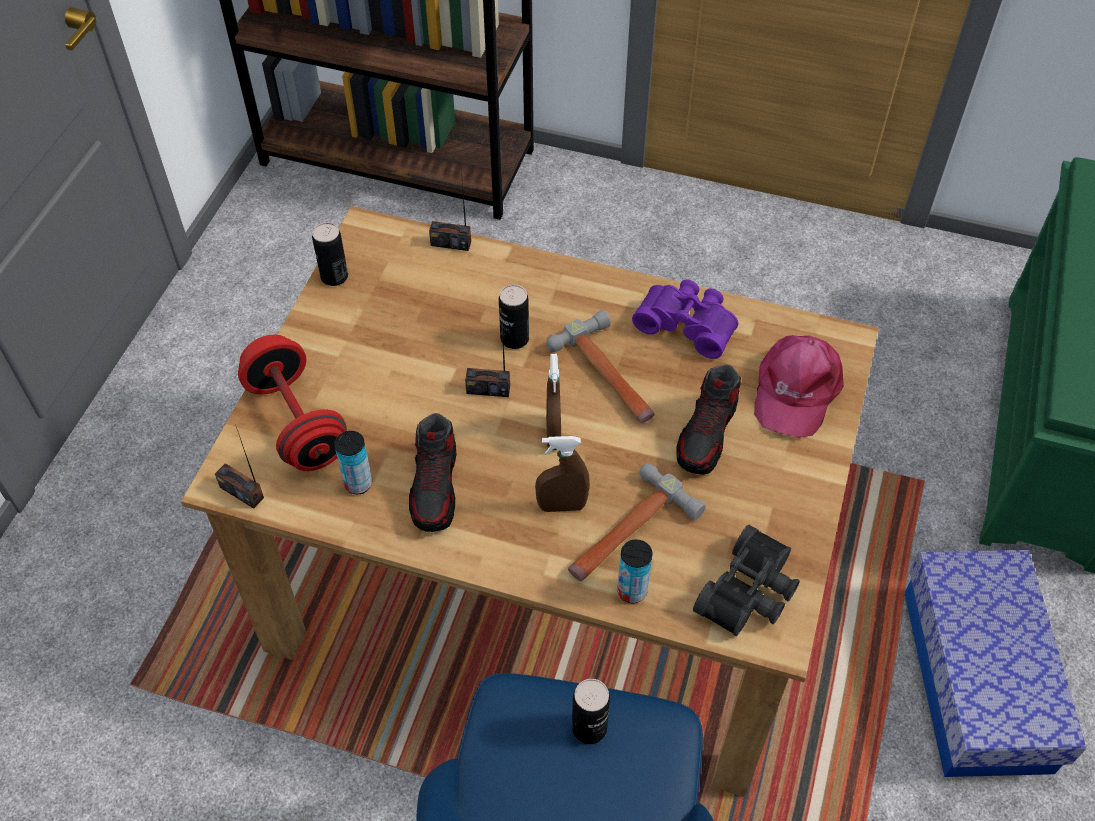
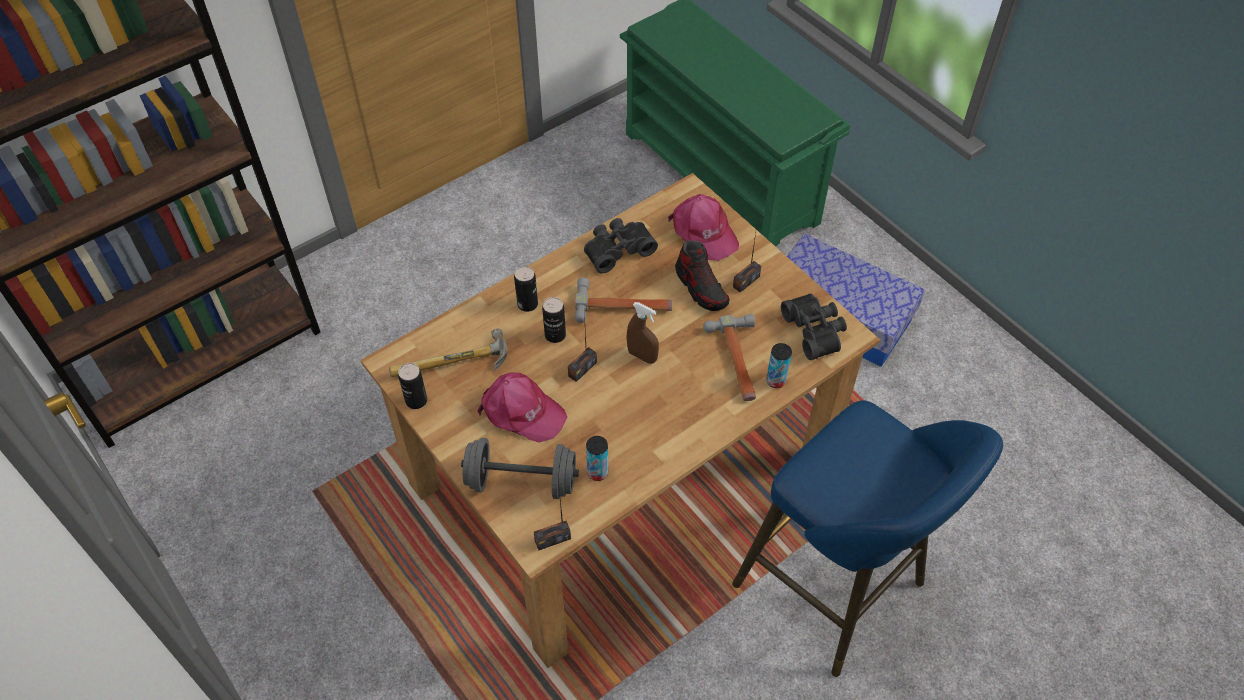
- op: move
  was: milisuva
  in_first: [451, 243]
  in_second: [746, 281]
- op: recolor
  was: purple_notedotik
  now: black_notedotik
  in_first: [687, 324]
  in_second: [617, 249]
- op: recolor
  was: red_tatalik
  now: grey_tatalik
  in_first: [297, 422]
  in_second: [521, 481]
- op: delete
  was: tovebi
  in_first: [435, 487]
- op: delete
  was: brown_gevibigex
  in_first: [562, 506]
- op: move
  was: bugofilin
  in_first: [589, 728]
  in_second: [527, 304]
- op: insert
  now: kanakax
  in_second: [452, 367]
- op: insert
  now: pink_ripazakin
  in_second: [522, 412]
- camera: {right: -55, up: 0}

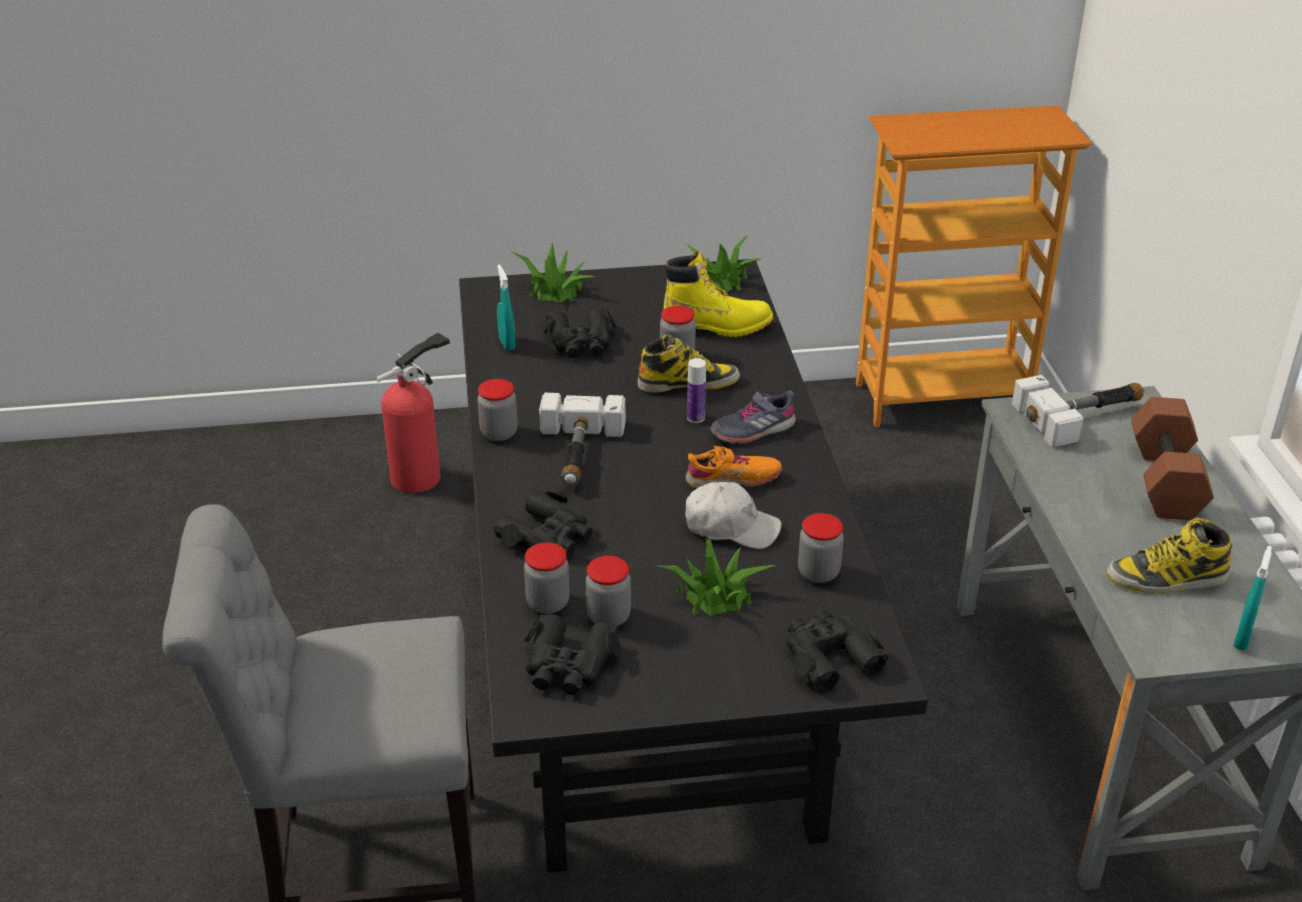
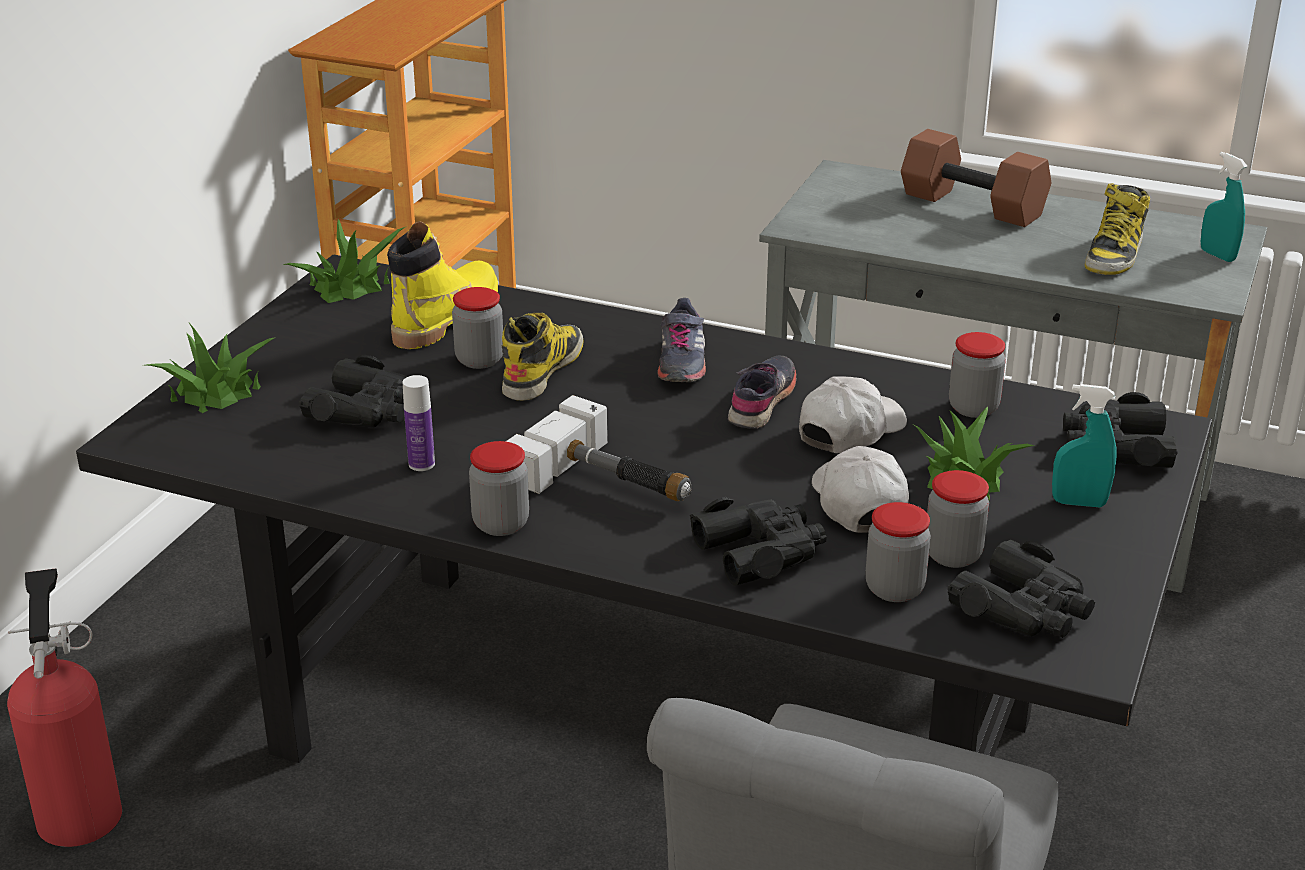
- op: move
  was: turquoise_gevibigex
  in_first: [507, 343]
  in_second: [1079, 503]
- op: move
  was: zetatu
  in_first: [695, 418]
  in_second: [421, 464]
- op: delete
  was: kanakax
  in_first: [1083, 415]
- op: recolor
  was: orange_tovebi
  now: grey_tovebi
  in_first: [733, 479]
  in_second: [762, 402]
- op: insert
  now: white_ripazakin
  in_second: [858, 503]
- camera: {right: -60, up: -5}

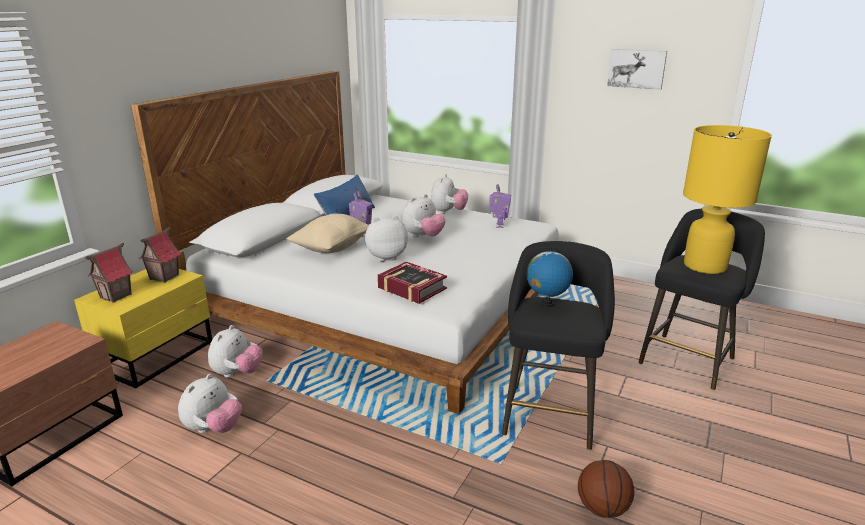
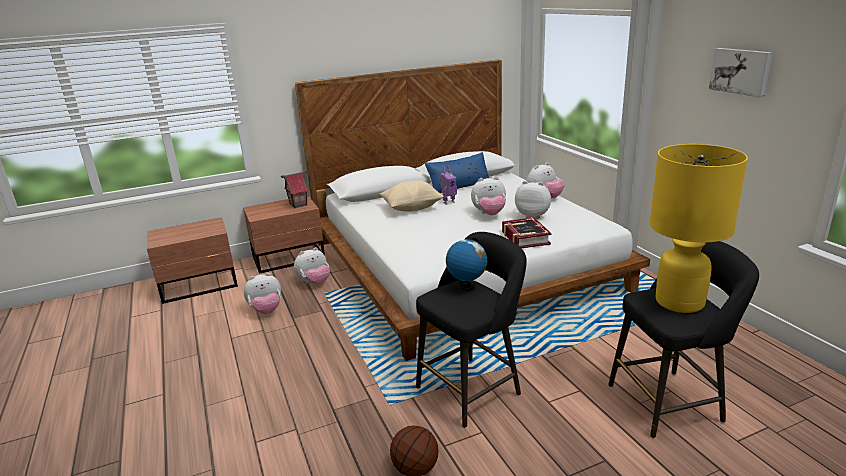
- op: delete
  was: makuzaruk
  in_first: [499, 226]
- op: move
  was: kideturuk
  in_first: [386, 257]
  in_second: [533, 215]
- op: delete
  was: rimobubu
  in_first: [116, 296]
- op: move
  was: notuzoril
  in_first: [411, 288]
  in_second: [525, 238]
- op: recolor
  was: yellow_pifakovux
  now: brown_pifakovux
  in_first: [158, 355]
  in_second: [290, 258]
- camera: {right: 40, up: 0}

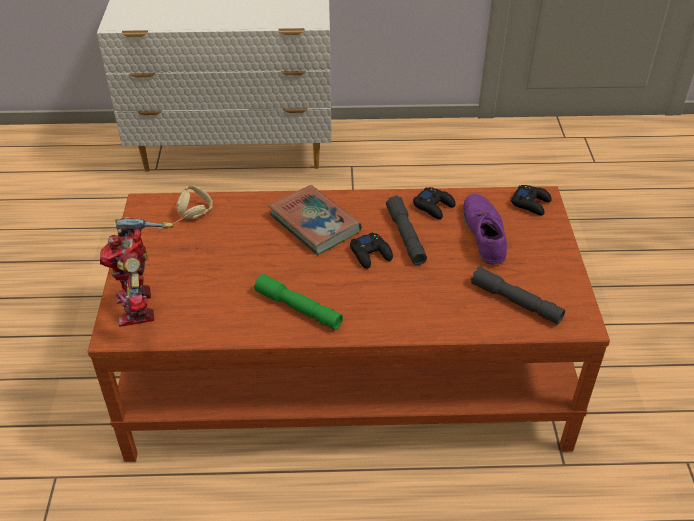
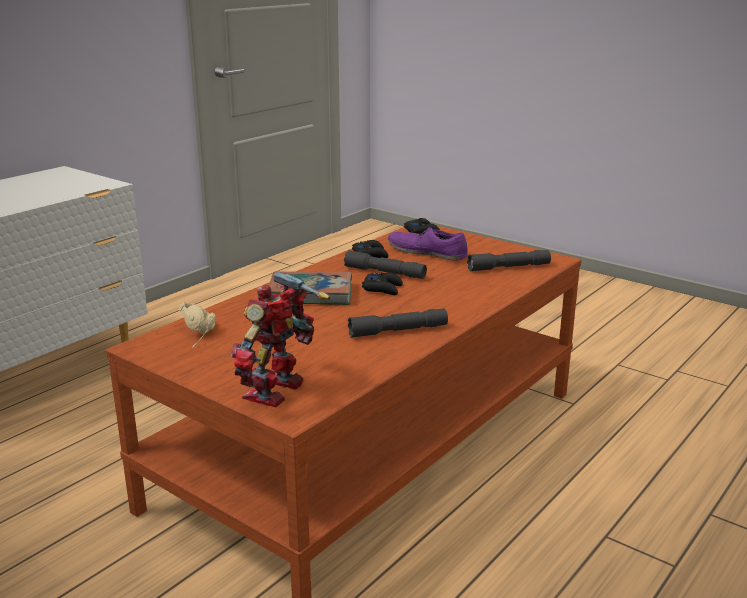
- op: rotate
  was: makuzaruk
  in_first: [140, 306]
  in_second: [278, 391]
  clockwise: 90
- op: recolor
  was: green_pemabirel
  now: grey_pemabirel
  in_first: [298, 308]
  in_second: [398, 331]
- camera: {right: -50, up: -20}

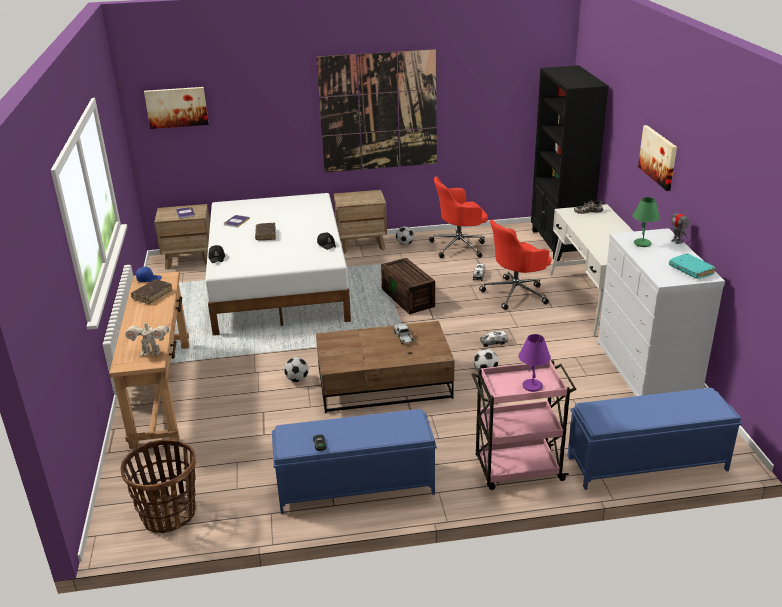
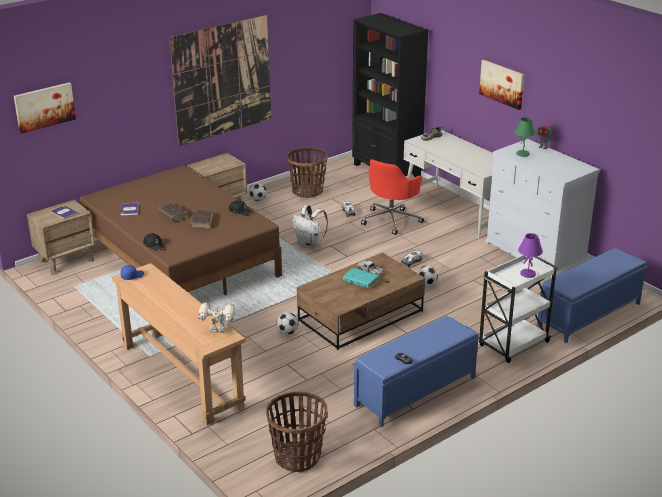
- op: replace
  was: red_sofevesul
  now: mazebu
  in_first: [459, 246]
  in_second: [307, 191]
- op: recolor
  was: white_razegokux
  now: brown_razegokux
  in_first: [279, 283]
  in_second: [181, 260]
- op: move
  was: turquoise_notuzoril
  in_first: [691, 270]
  in_second: [360, 281]
- op: replace
  was: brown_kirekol
  now: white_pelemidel
  in_first: [409, 298]
  in_second: [310, 244]
- op: move
  was: brown_notuzoril
  in_first: [152, 295]
  in_second: [201, 222]
- op: rotate
  was: makuzaruk
  in_first: [151, 352]
  in_second: [218, 331]
  clockwise: -150
- op: recolor
  was: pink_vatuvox
  now: white_vatuvox
  in_first: [517, 469]
  in_second: [513, 344]
- camera: {right: -30, up: 0}

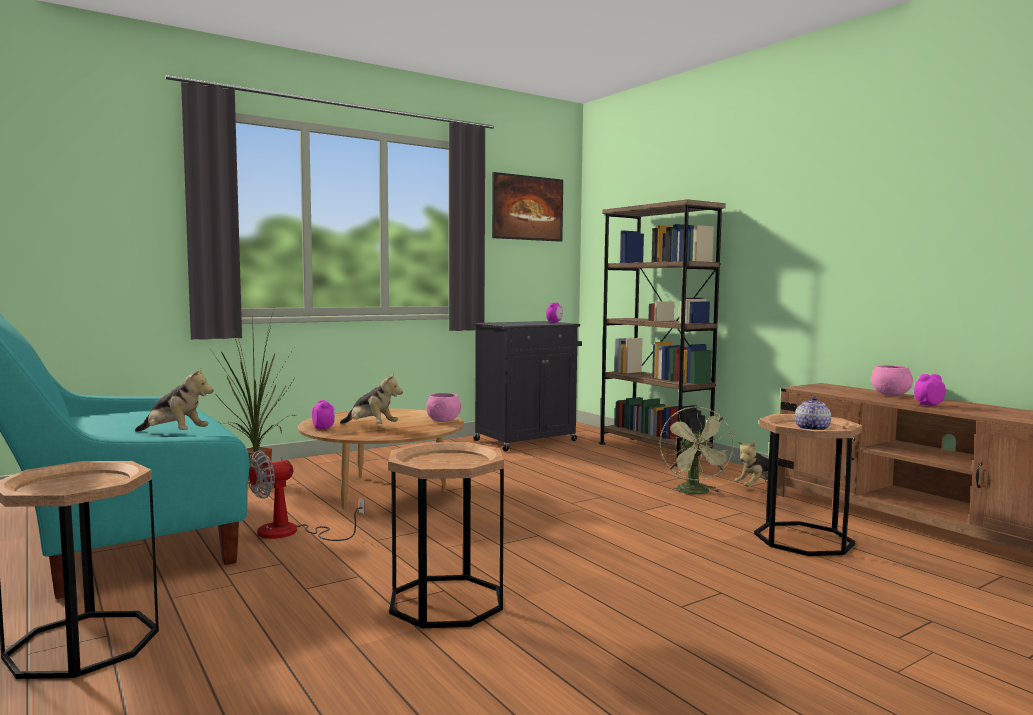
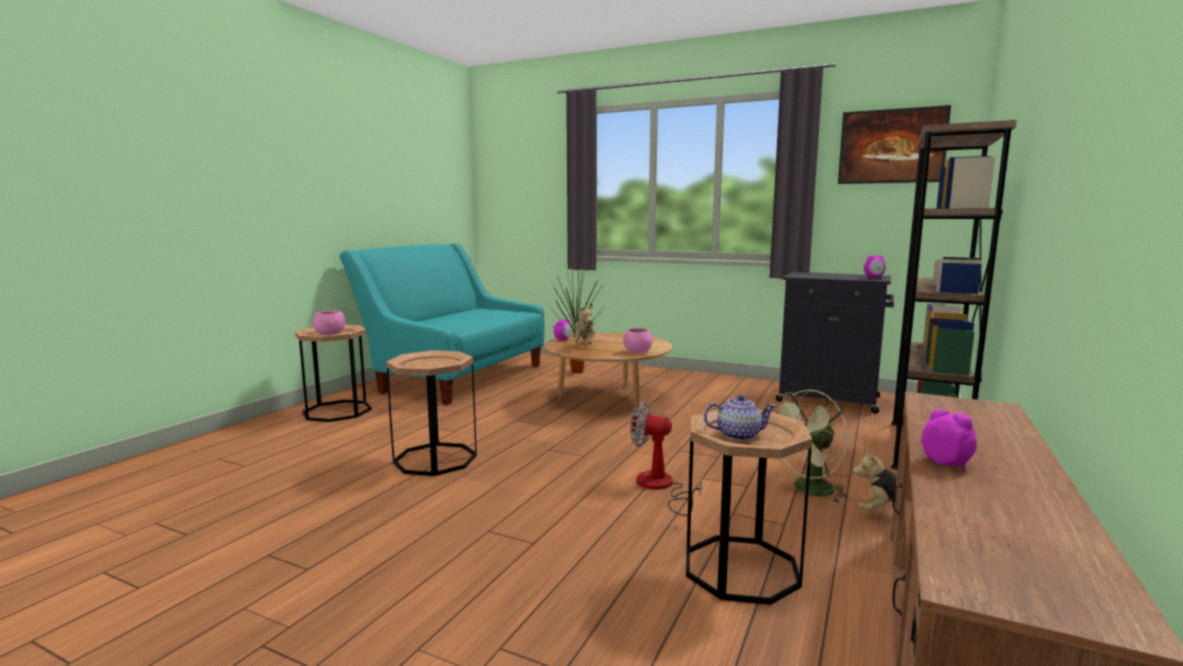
- op: move
  was: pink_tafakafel
  in_first: [891, 395]
  in_second: [330, 334]
- op: delete
  was: kideturuk
  in_first: [174, 434]
- op: move
  was: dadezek
  in_first: [291, 533]
  in_second: [660, 487]
- camera: {right: 60, up: 5}

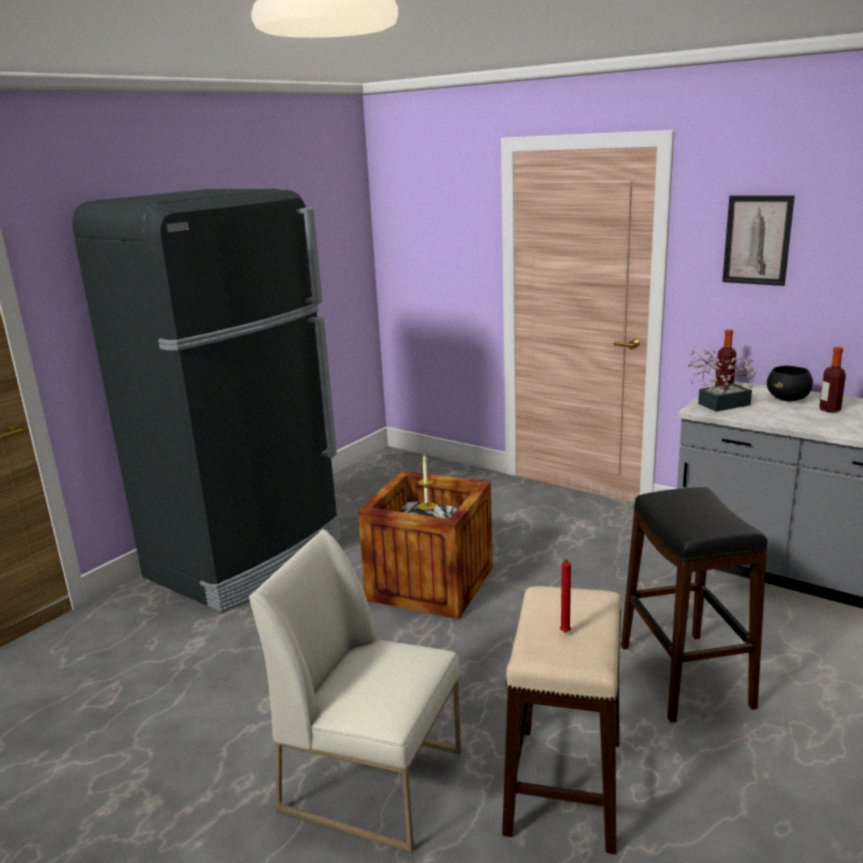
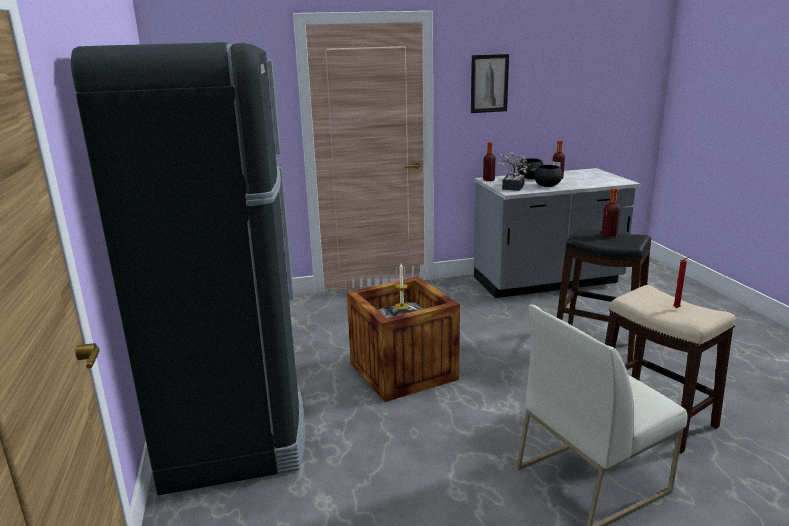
- op: insert
  now: black_tafakafel
  in_second: [547, 186]
- op: insert
  now: zetatu
  in_second: [609, 235]
- camera: {right: -50, up: 0}

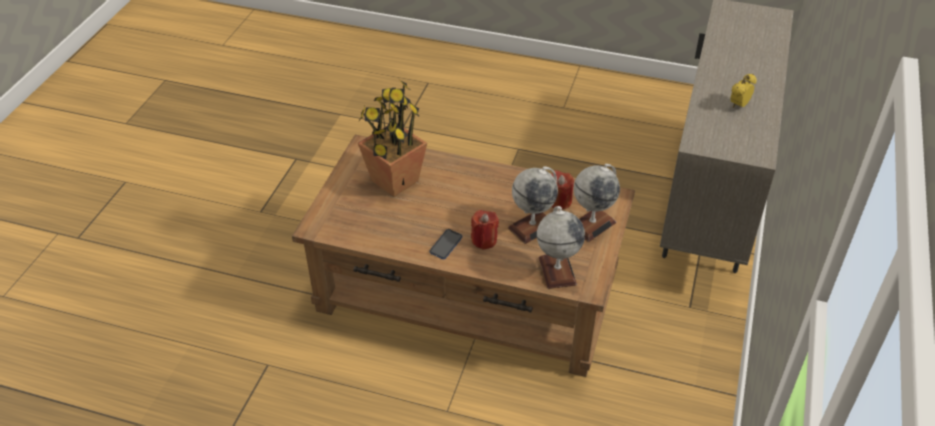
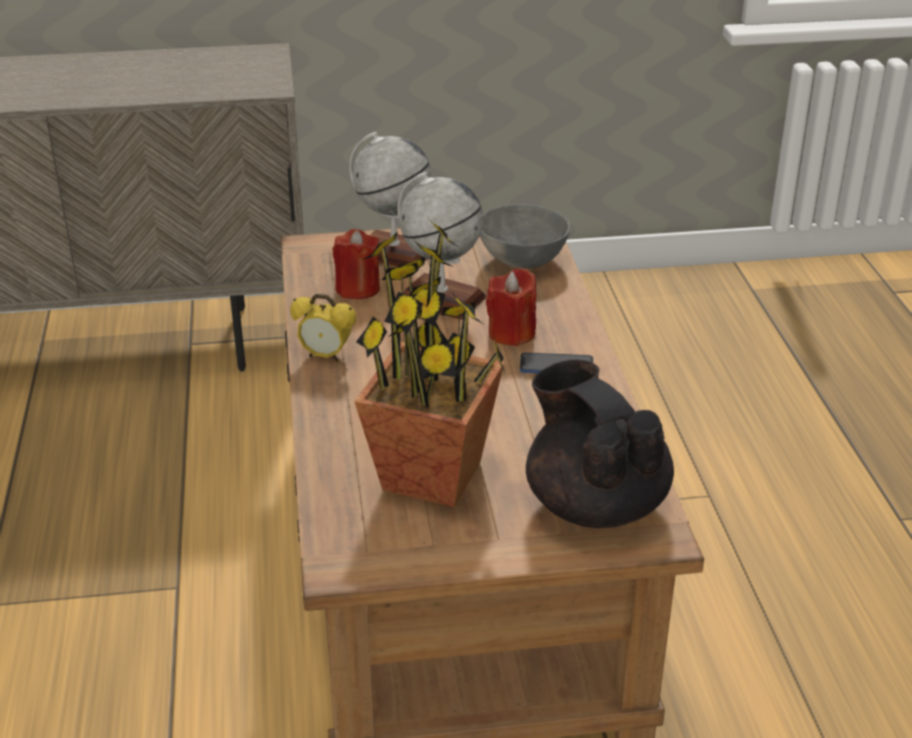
- op: move
  was: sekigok
  in_first: [739, 105]
  in_second: [325, 356]
- op: replace
  was: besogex
  now: grey_tafakafel
  in_first: [557, 271]
  in_second: [520, 260]
- op: insert
  now: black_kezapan
  in_second: [594, 503]
- camera: {right: -115, up: -10}

